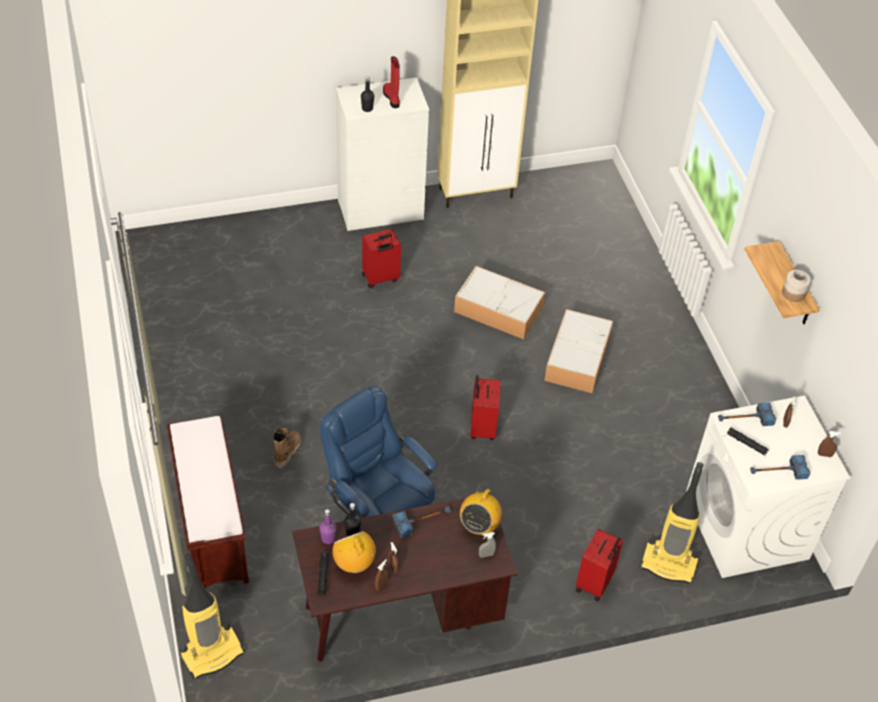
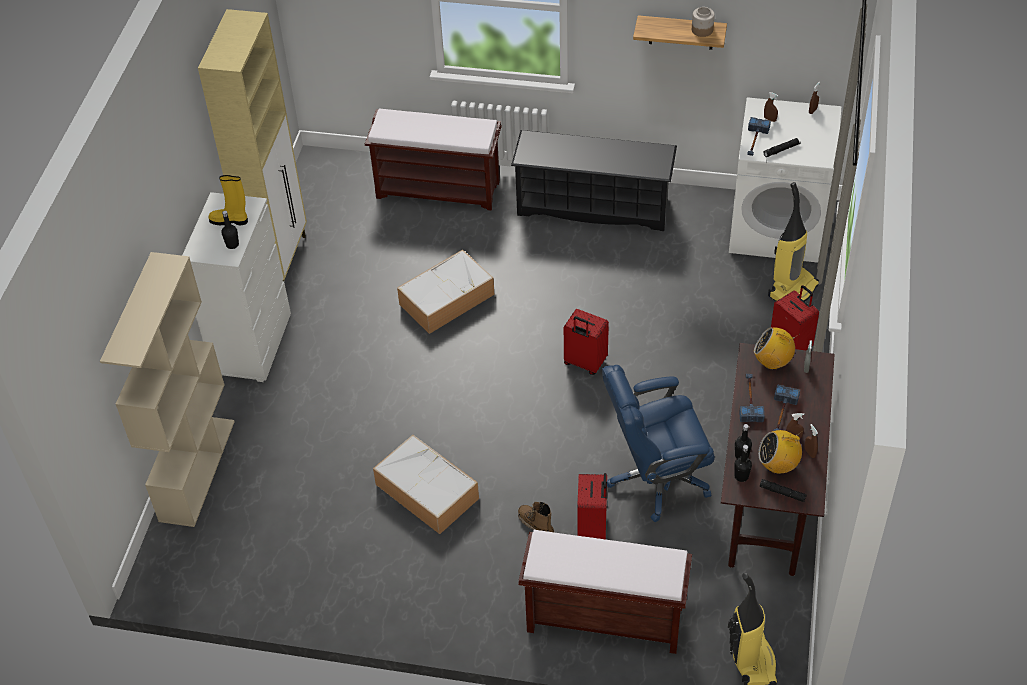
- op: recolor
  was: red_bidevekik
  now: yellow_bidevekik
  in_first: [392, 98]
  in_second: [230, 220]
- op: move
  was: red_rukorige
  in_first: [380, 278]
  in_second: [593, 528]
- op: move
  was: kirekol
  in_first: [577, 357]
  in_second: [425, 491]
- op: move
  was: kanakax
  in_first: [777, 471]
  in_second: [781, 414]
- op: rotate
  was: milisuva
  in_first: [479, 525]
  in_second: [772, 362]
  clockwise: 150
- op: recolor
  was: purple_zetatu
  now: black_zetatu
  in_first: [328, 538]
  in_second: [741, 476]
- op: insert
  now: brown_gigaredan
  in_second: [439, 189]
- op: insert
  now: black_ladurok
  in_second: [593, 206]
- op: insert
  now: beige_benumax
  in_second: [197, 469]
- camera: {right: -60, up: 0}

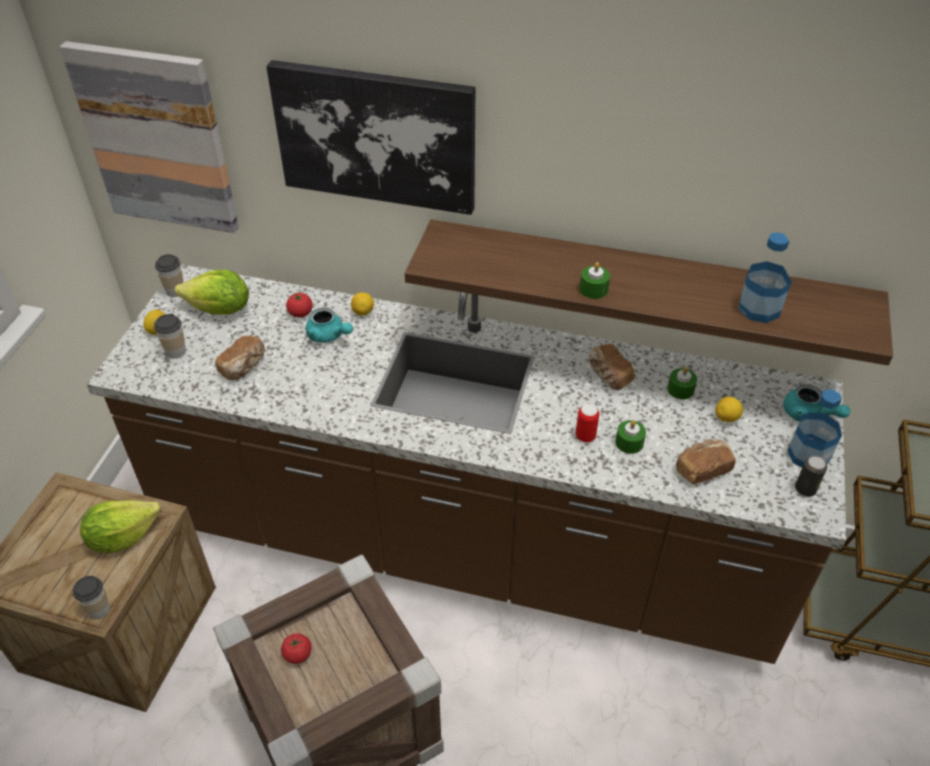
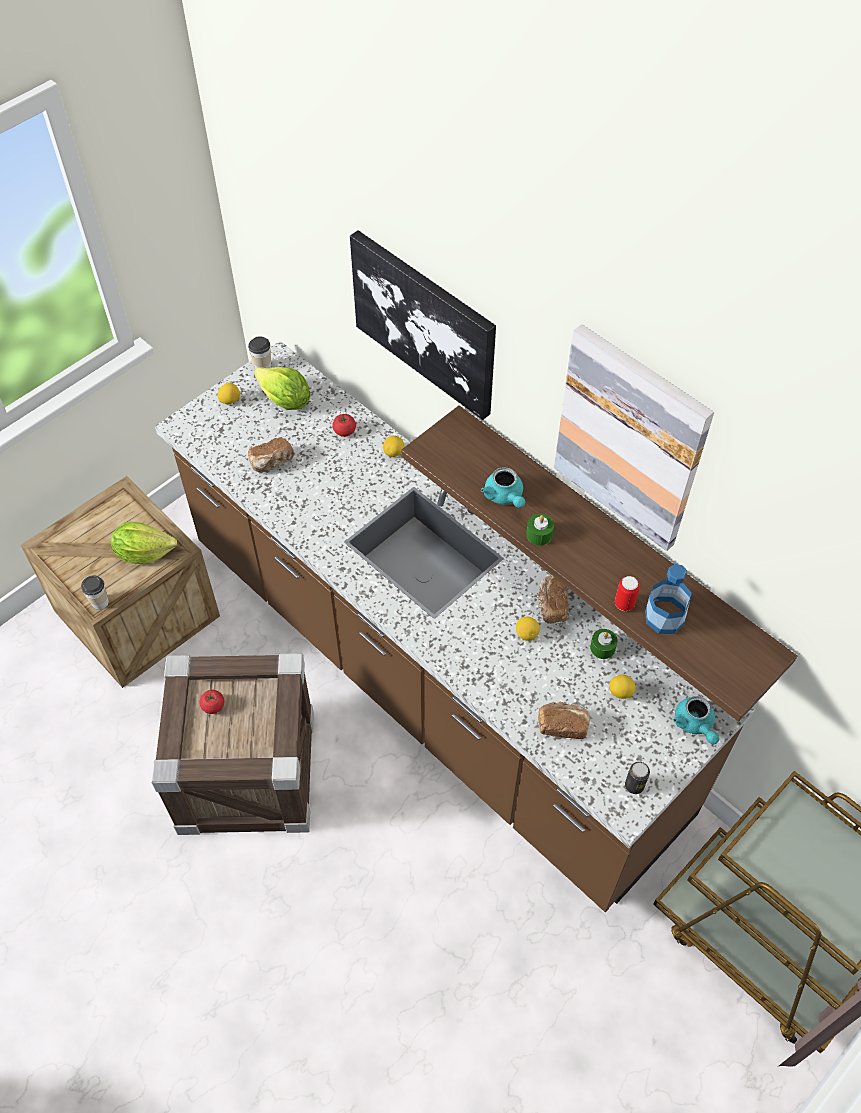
- op: move
  was: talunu
  in_first: [157, 139]
  in_second: [630, 439]
- op: move
  was: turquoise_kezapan
  in_first: [328, 336]
  in_second: [505, 497]
- op: delete
  was: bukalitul
  in_first: [176, 351]
- op: delete
  was: zetatu
  in_first: [808, 455]
- op: move
  was: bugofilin
  in_first: [585, 436]
  in_second: [624, 604]
- op: delete
  was: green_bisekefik
  in_first: [629, 443]
- op: insert
  now: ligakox
  in_second: [526, 634]
- camera: {right: 30, up: 10}

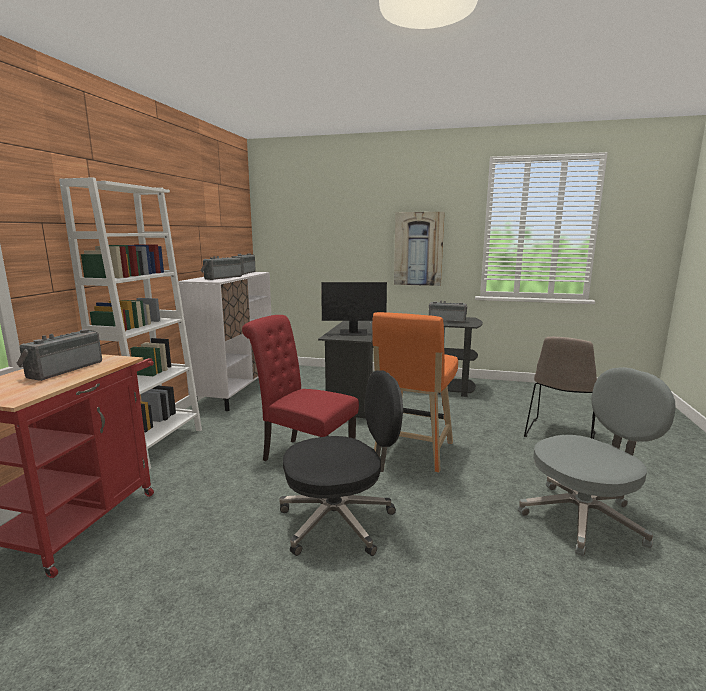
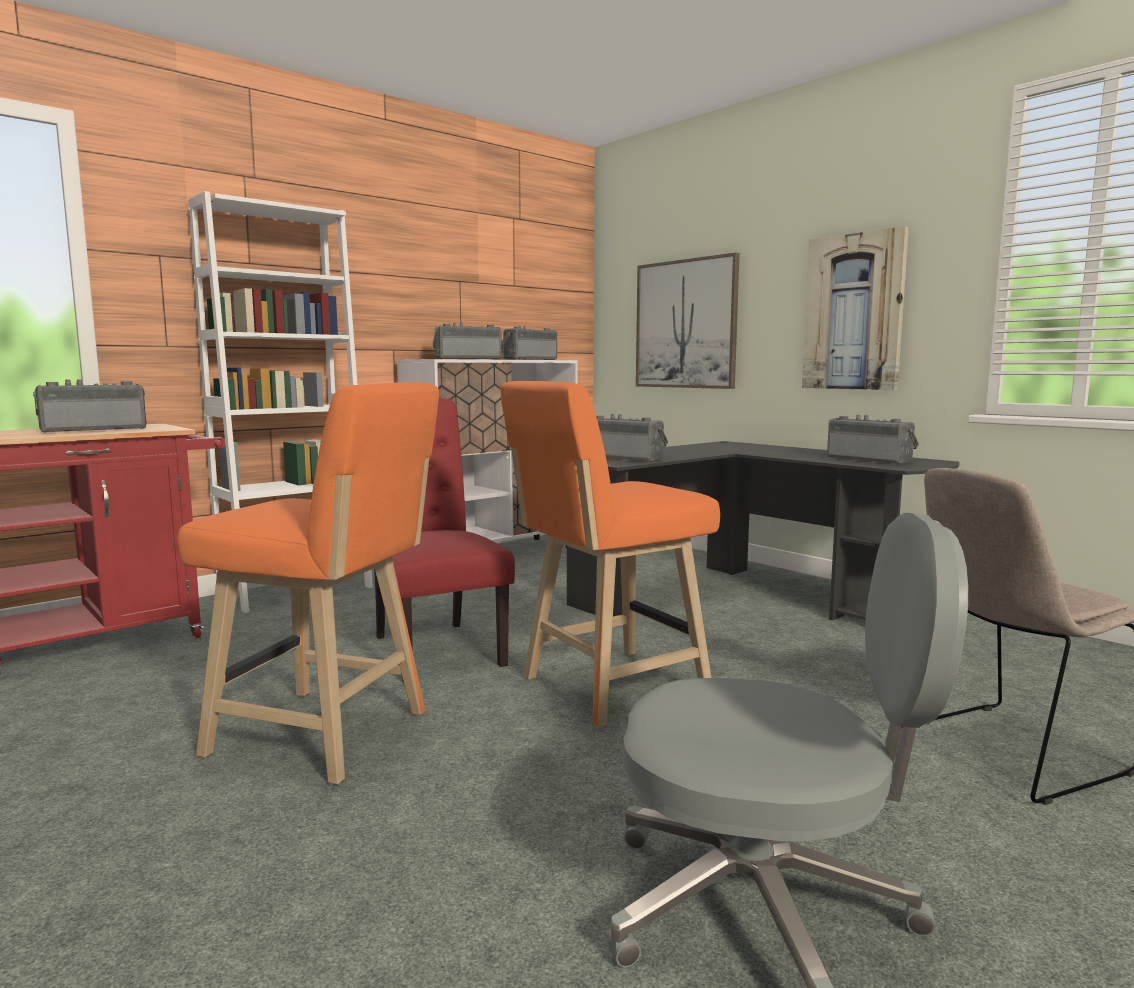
- op: replace
  was: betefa
  now: milisuva
  in_first: [353, 333]
  in_second: [626, 458]
- op: replace
  was: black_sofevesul
  now: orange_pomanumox
  in_first: [339, 521]
  in_second: [328, 736]
- op: insert
  now: talunu
  in_second: [686, 324]
- camera: {right: 35, up: -5}

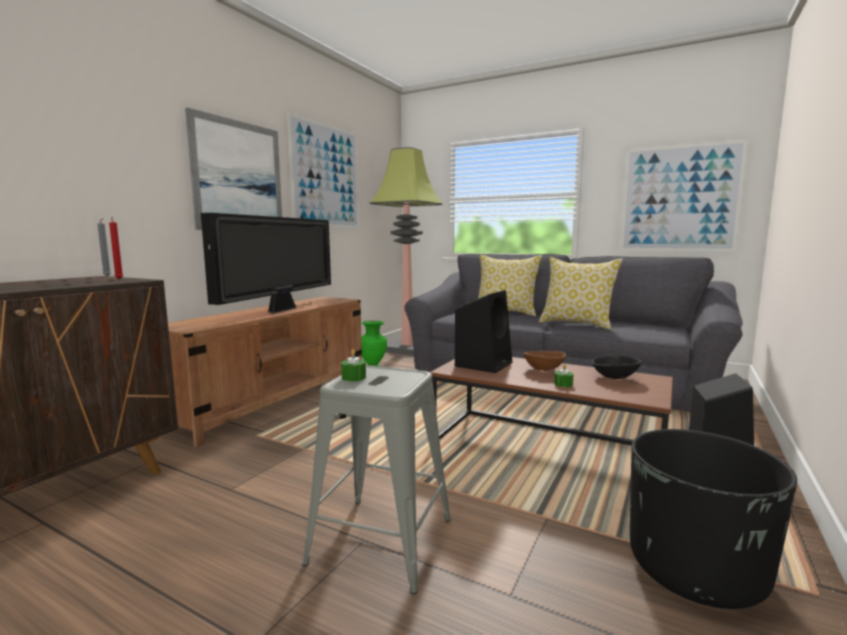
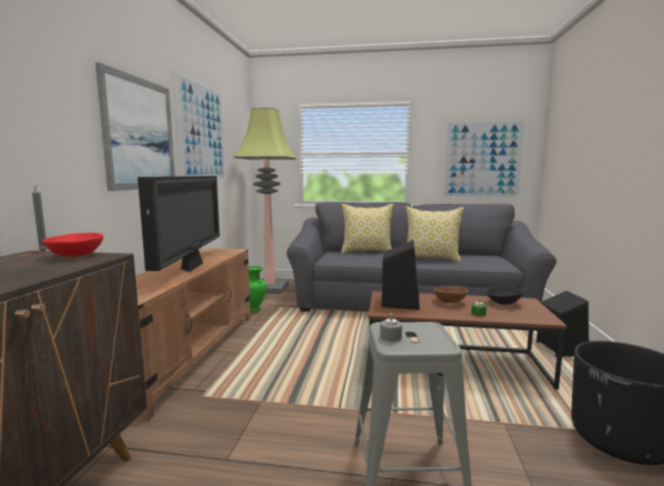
- op: replace
  was: red_bisekefik
  now: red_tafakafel
  in_first: [119, 279]
  in_second: [76, 255]
- op: recolor
  was: green_bisekefik
  now: grey_bisekefik
  in_first: [353, 377]
  in_second: [390, 337]
- camera: {right: -20, up: 0}

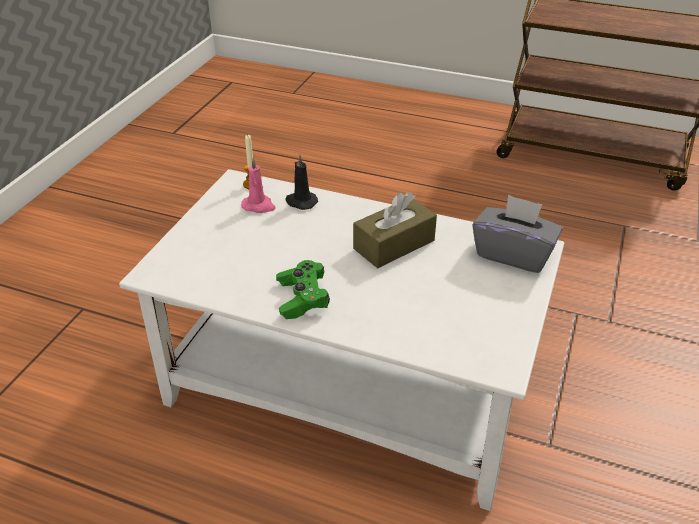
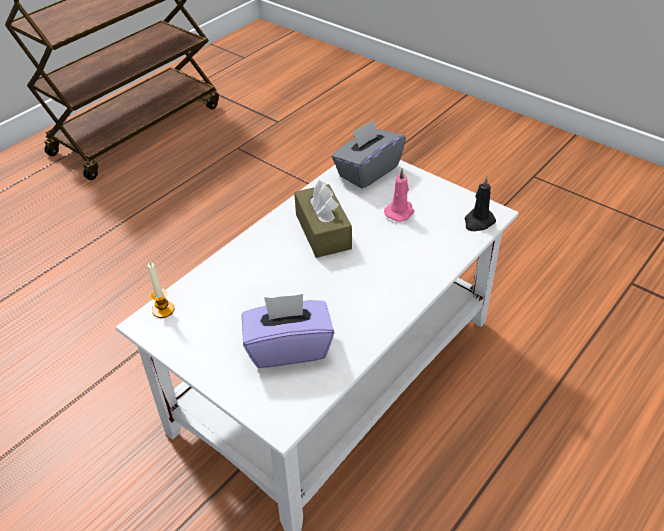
- op: move
  was: black_bisekefik
  in_first: [300, 202]
  in_second: [478, 222]
- op: move
  was: pink_bisekefik
  in_first: [259, 206]
  in_second: [400, 212]
- op: delete
  was: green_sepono
  in_first: [302, 298]
- op: insert
  now: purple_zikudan
  in_second: [289, 347]
- camera: {right: -70, up: 5}

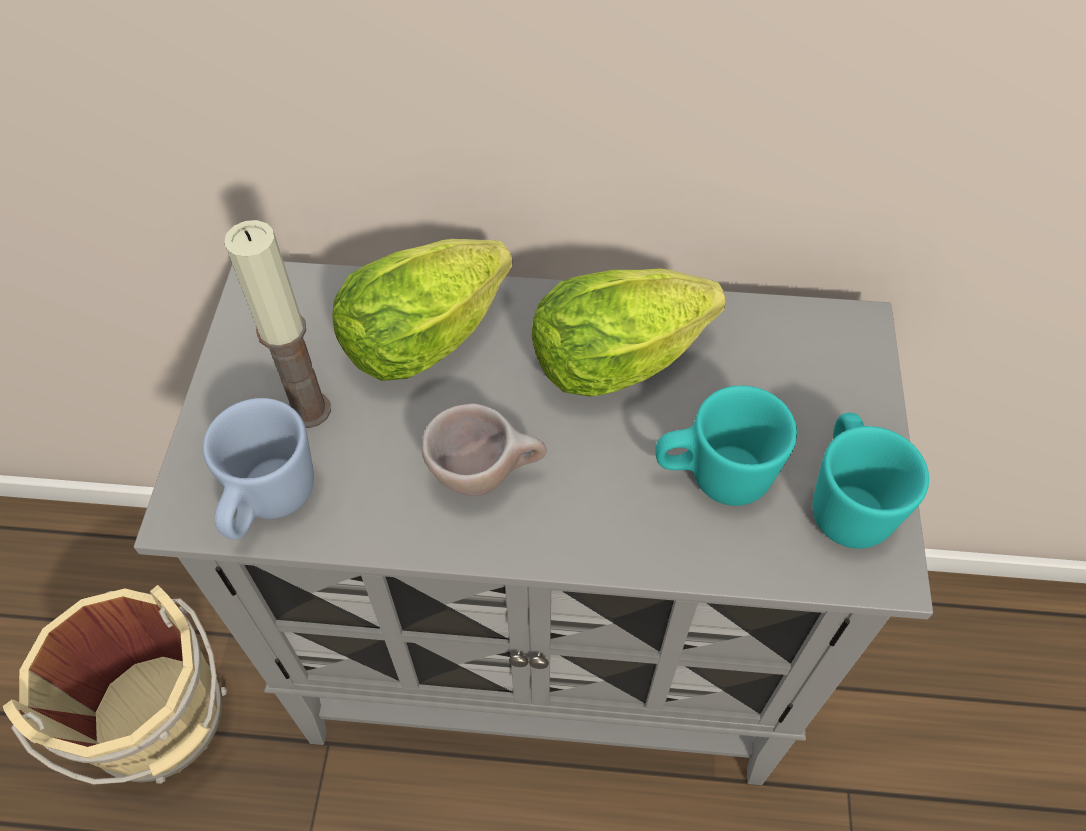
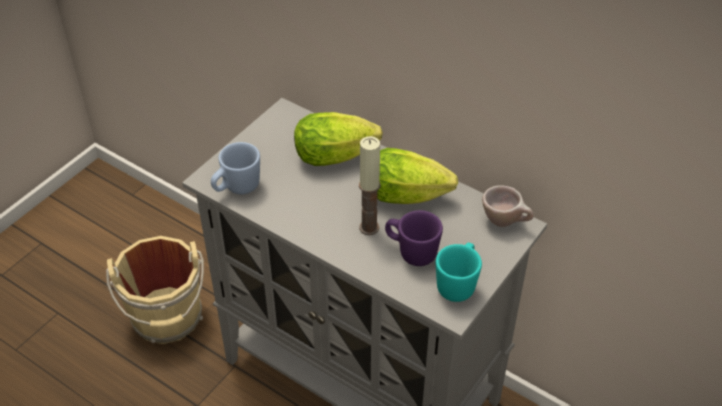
- op: move
  was: bisekefik
  in_first: [309, 410]
  in_second: [369, 227]
- op: recolor
  was: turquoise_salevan
  now: purple_salevan
  in_first: [713, 477]
  in_second: [411, 252]
- op: move
  was: beige_bukalitul
  in_first: [487, 475]
  in_second: [505, 221]
- camera: {right: 30, up: -10}

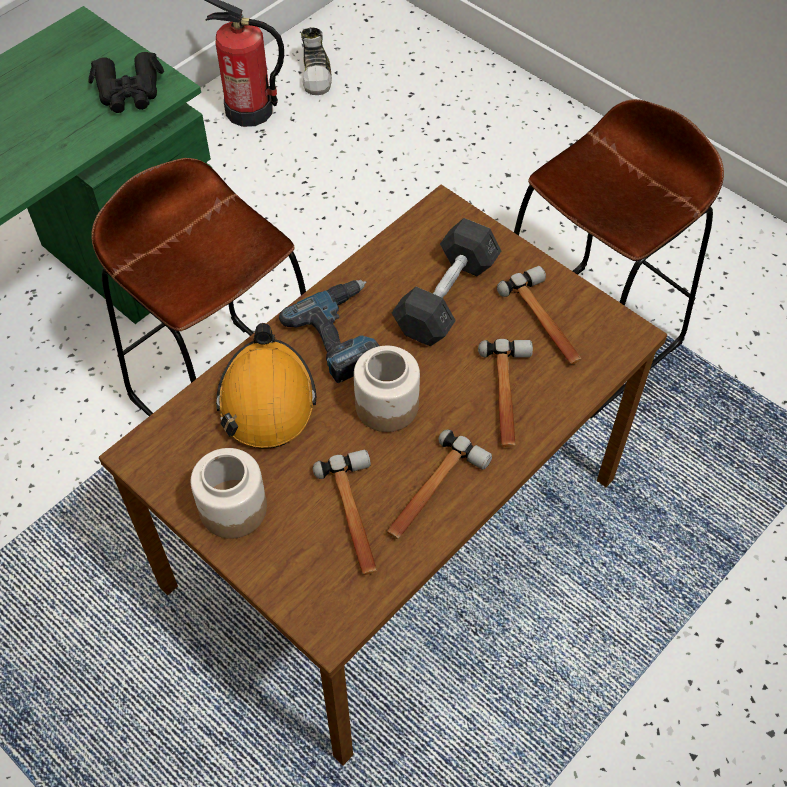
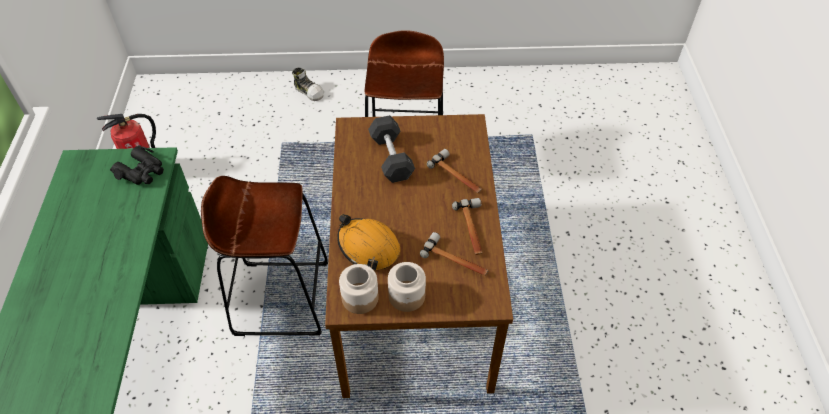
- op: move
  was: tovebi
  in_first: [317, 75]
  in_second: [309, 91]
- op: delete
  was: kanakax
  in_first: [546, 322]
- op: delete
  was: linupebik
  in_first: [343, 335]
- op: move
  was: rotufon
  in_first: [387, 405]
  in_second: [360, 297]
- camera: {right: -45, up: -5}

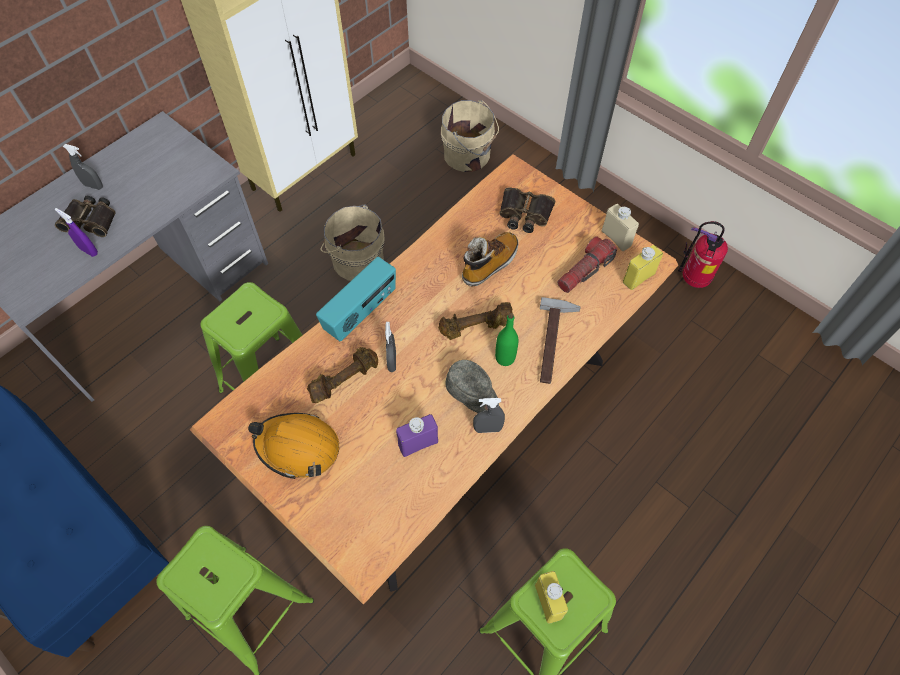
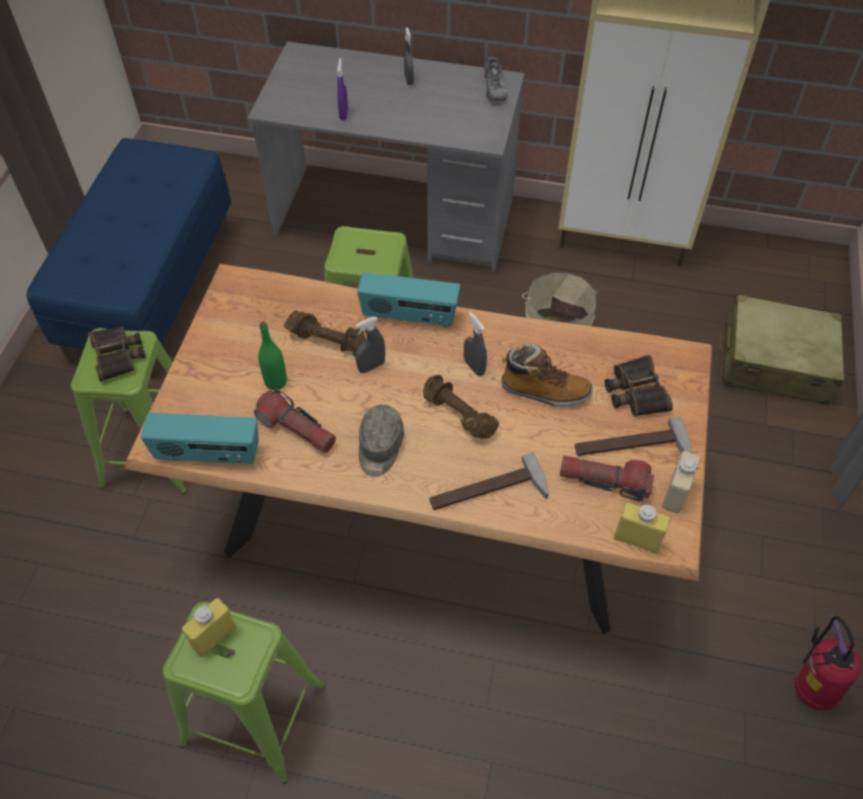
- op: replace
  was: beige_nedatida
  now: beige_rukorige
  in_first: [468, 156]
  in_second: [774, 363]
- op: move
  was: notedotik
  in_first: [91, 219]
  in_second: [119, 356]
- op: move
  was: green_zetatu
  in_first: [505, 358]
  in_second: [276, 382]
- op: move
  was: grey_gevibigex
  in_first: [487, 429]
  in_second: [474, 367]
- op: delete
  was: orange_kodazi
  in_first: [298, 447]
- op: replace
  was: purple_zetatu
  now: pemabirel
  in_first: [418, 444]
  in_second: [296, 429]
- op: insert
  now: tovebi
  in_second: [494, 88]
- op: insert
  now: milisuva
  in_second: [208, 454]
- op: insert
  now: kanakax
  in_second: [632, 449]
- camera: {right: 60, up: -5}

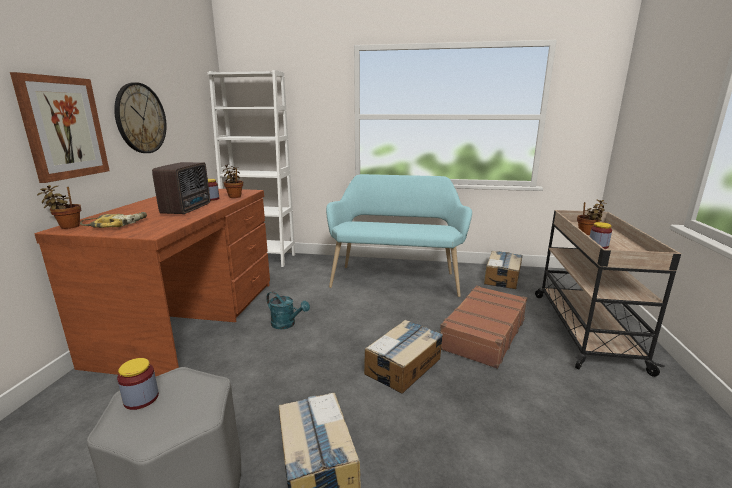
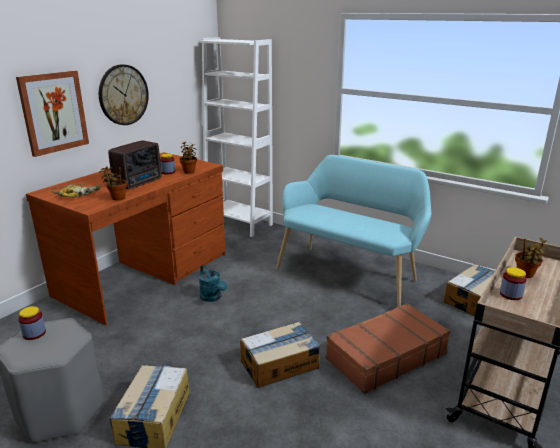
- op: move
  was: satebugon
  in_first: [67, 227]
  in_second: [116, 198]
- camera: {right: 25, up: 5}

